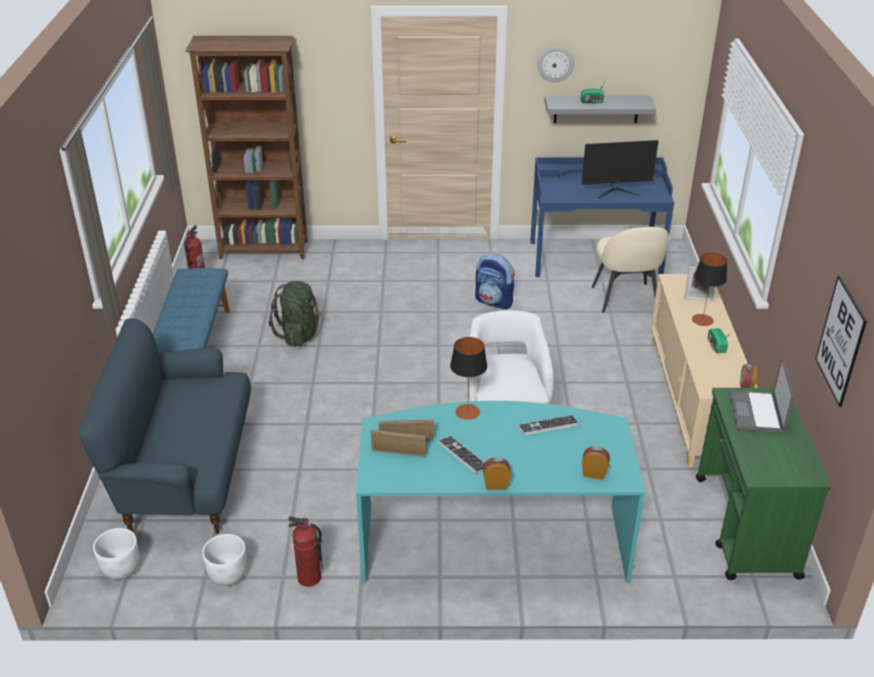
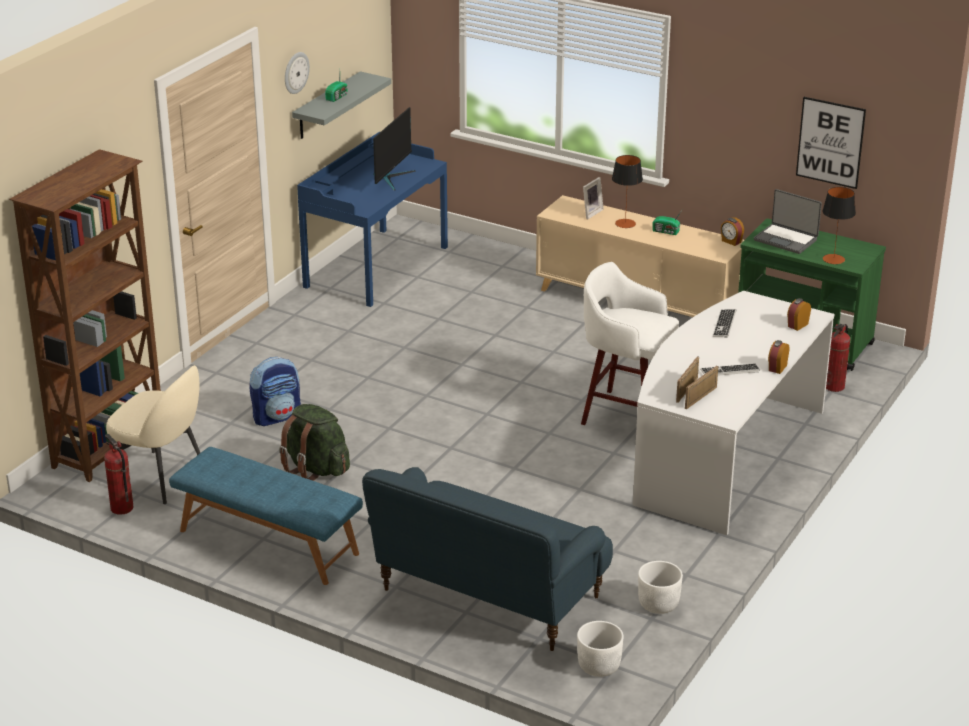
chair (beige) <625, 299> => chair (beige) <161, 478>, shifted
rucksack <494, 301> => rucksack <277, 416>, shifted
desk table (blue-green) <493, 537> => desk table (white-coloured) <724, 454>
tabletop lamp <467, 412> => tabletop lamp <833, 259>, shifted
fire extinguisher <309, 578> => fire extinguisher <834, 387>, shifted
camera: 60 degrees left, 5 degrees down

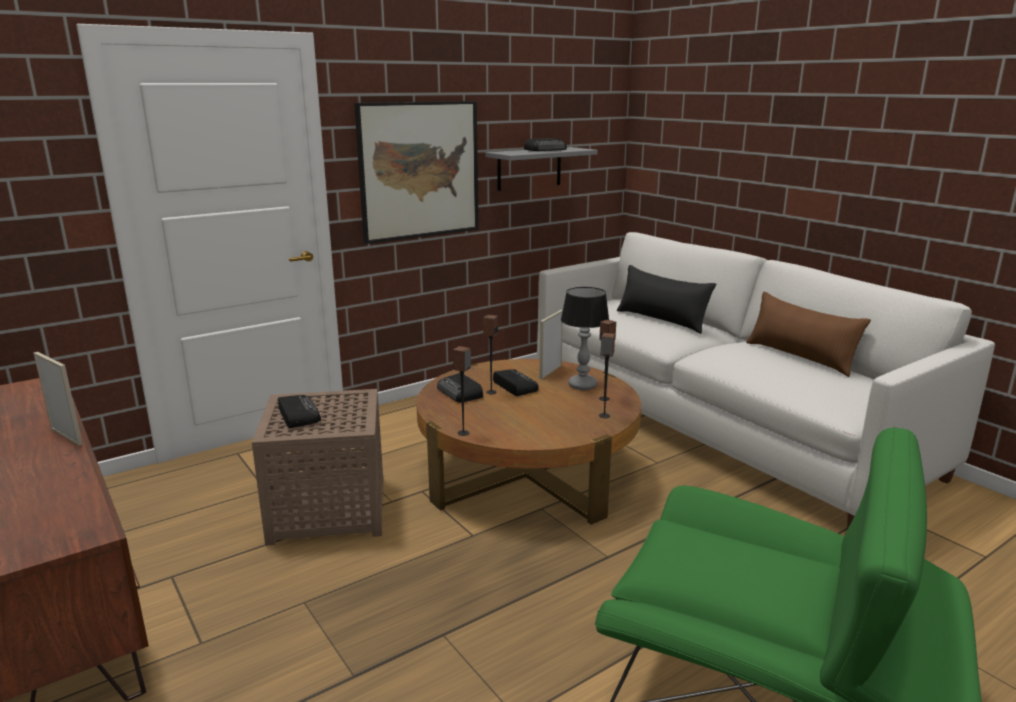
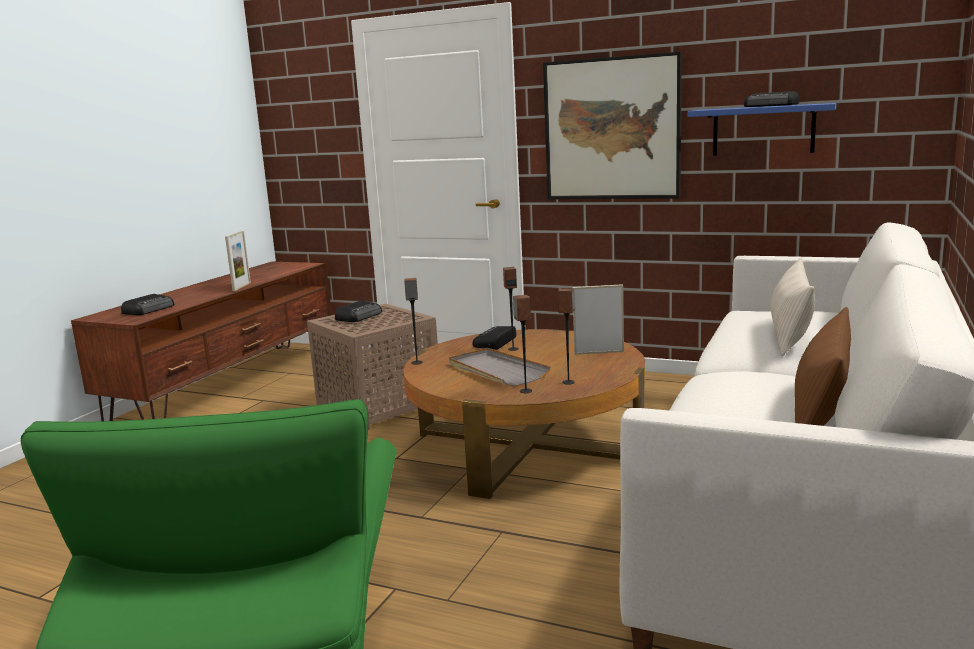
radio set <514, 386> => radio set <149, 309>, shifted
nothing => serving tray (gray) <496, 370>
wall shelf (gray) <529, 168> => wall shelf (blue-coloured) <763, 130>
cushion (black-coloured) <661, 320> => cushion (beige) <790, 335>
tabletop lamp <583, 385> => nothing
camera: 60 degrees right, 5 degrees down

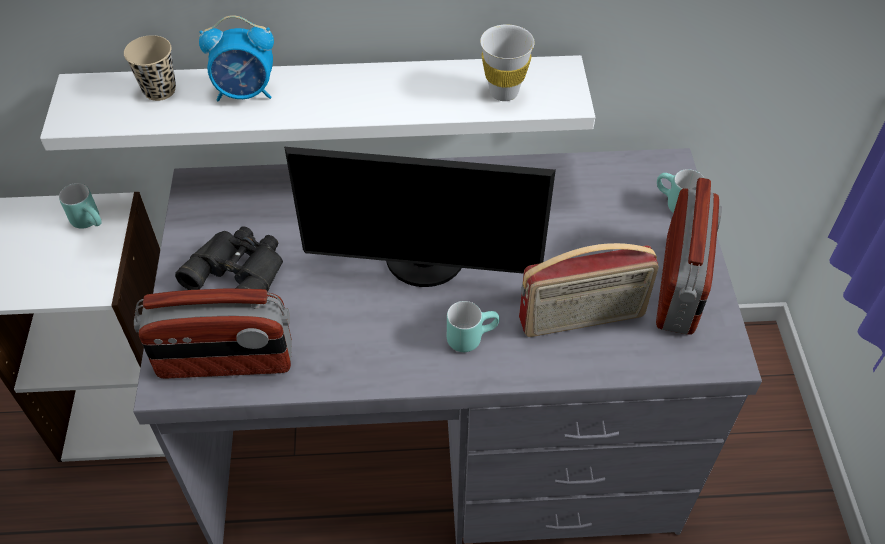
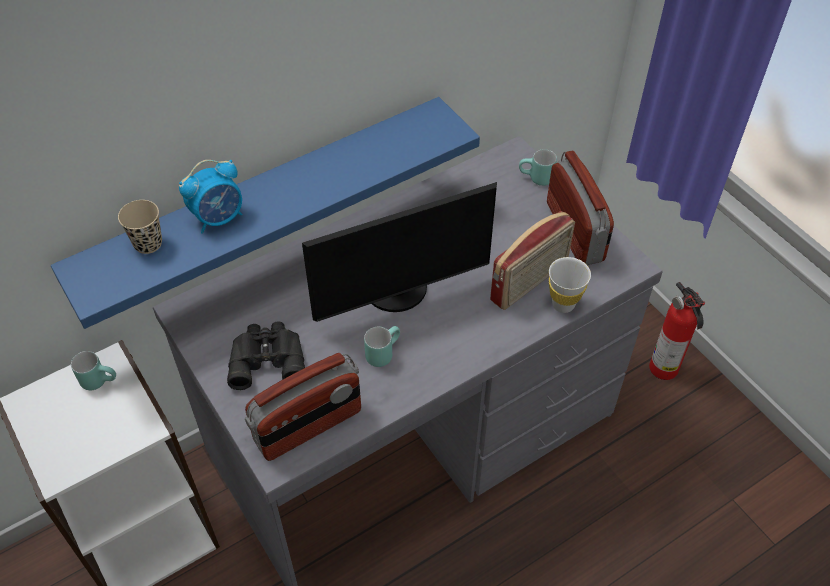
wall shelf (white-coloured) <327, 101> => wall shelf (blue-coloured) <264, 202>
tea mug (blue-green) <471, 336> => tea mug (blue-green) <382, 352>, shifted
small cup (white-coloured) <504, 92> => small cup (white-coloured) <563, 304>, shifted
nothing => fire extinguisher <665, 369>
camera: 30 degrees left, 0 degrees up

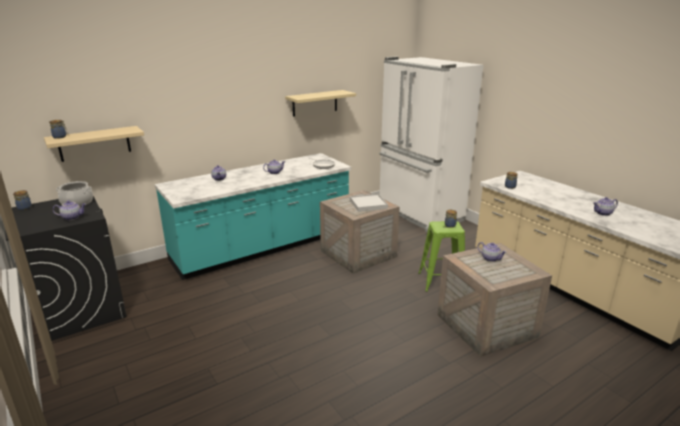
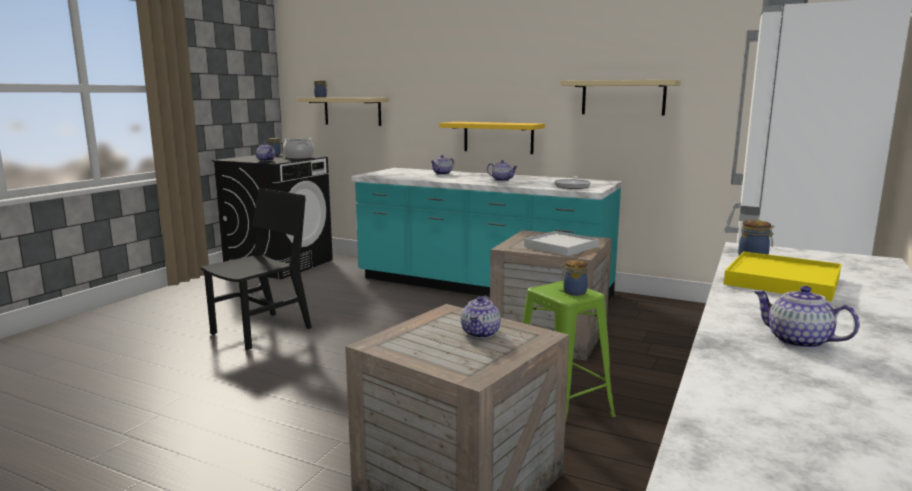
nothing => chair (black-coloured) <262, 330>
nothing => wall shelf (yellowish) <498, 137>
nothing => serving tray (yellowish) <782, 281>
camera: 60 degrees right, 10 degrees down

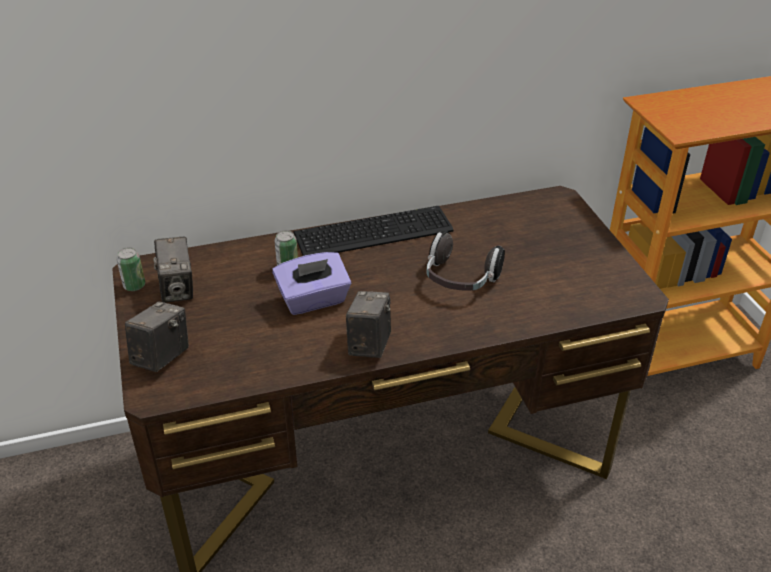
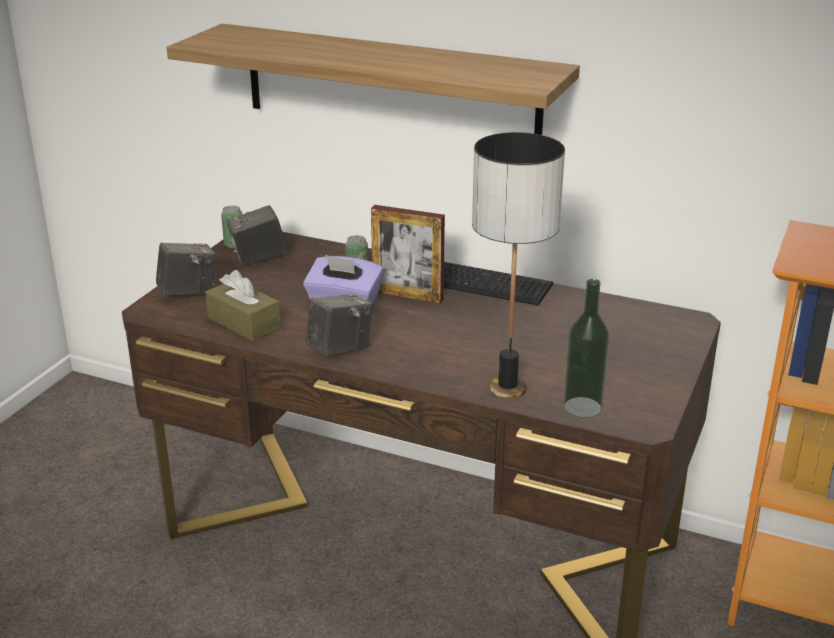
nothing => wall shelf <390, 85>
nothing => tissue box (brown-coloured) <244, 323>
still camera <178, 290> => still camera <259, 258>, 45 degrees clockwise
nothing => photo frame <408, 295>
nothing => tabletop lamp <508, 388>
nothing => beverage bottle <582, 407>
headphones <460, 280> => nothing
camera: 40 degrees right, 10 degrees down

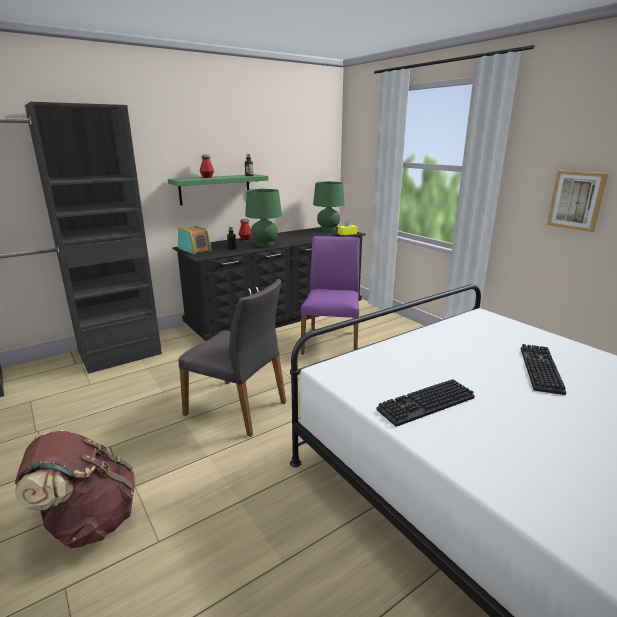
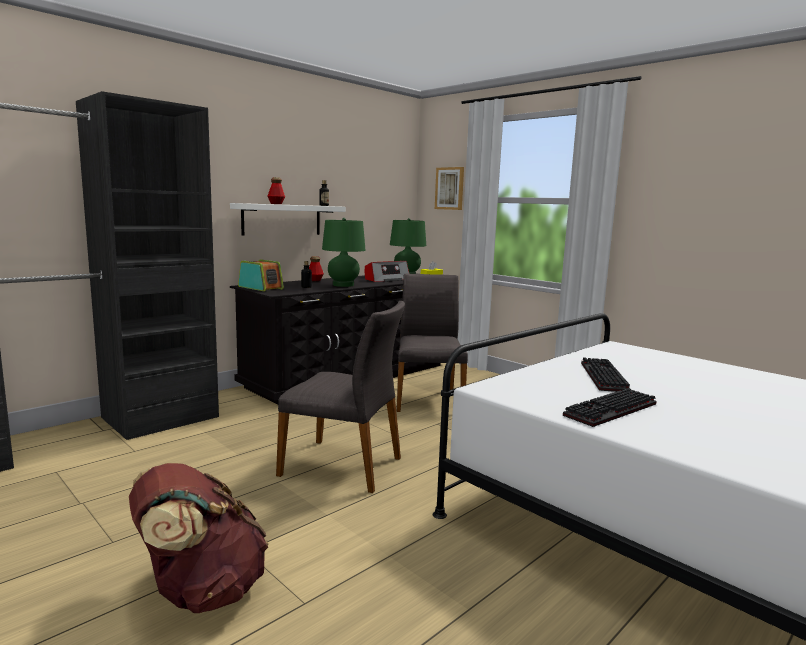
wall shelf (greenish) <215, 189> => wall shelf (white-coloured) <282, 219>
nothing => radio set <386, 279>
chair (purplish) <331, 341> => chair (gray) <428, 399>
picture <576, 200> => picture <450, 188>, shifted
PC keyboard <538, 369> => PC keyboard <601, 376>, shifted
camera: 10 degrees left, 10 degrees down

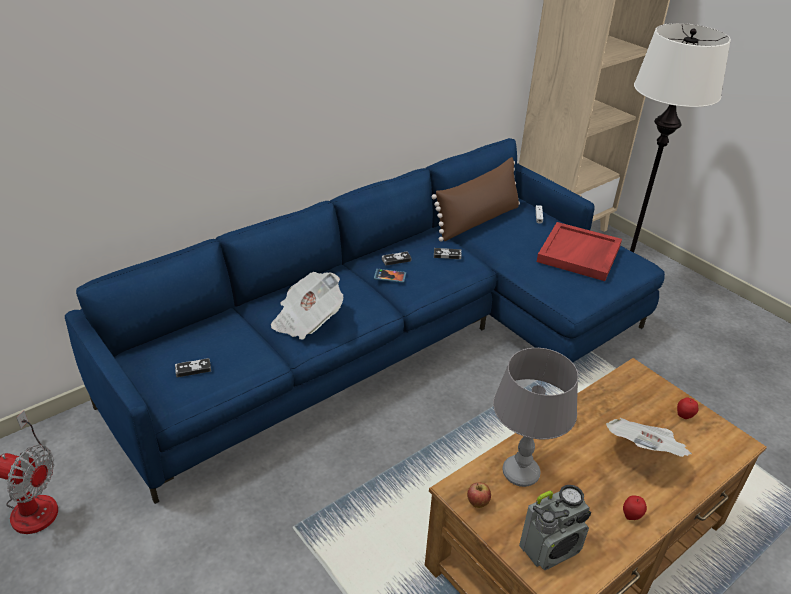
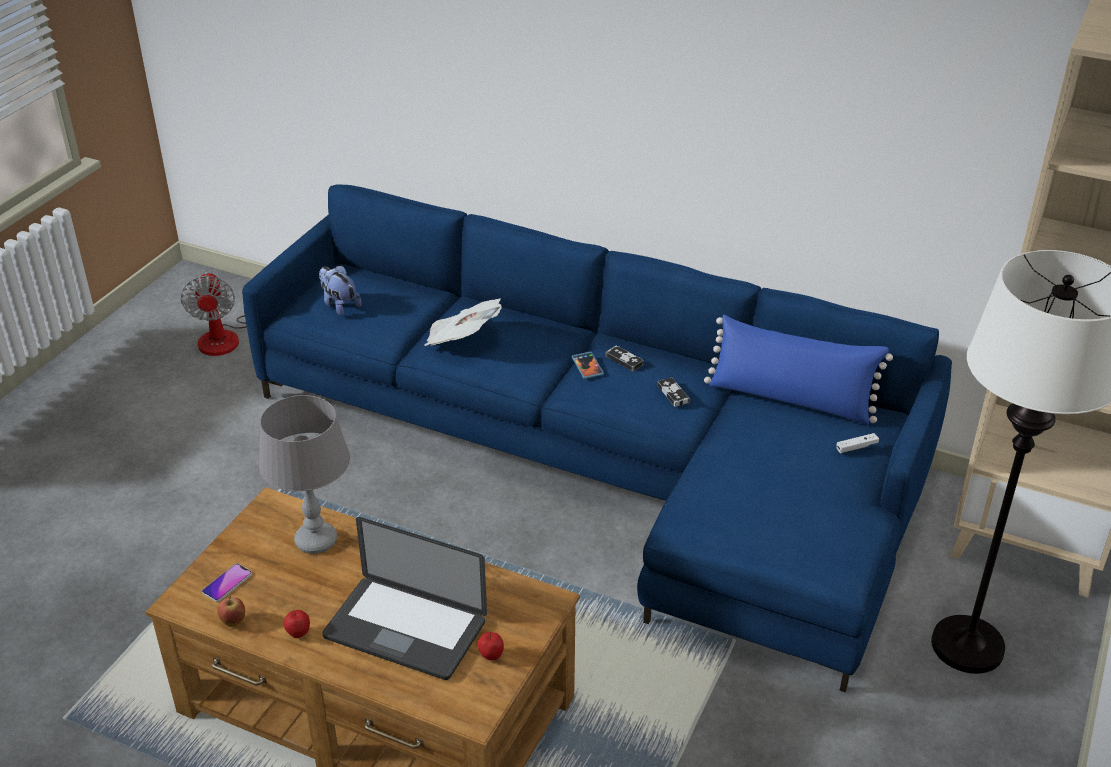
radio set <550, 548> => phone <227, 583>
apple <477, 503> => apple <233, 622>, shifted
game controller <193, 369> => cuddly toy <339, 305>
daily paper <644, 451> => notebook computer <405, 629>
cushion (brown-coloured) <477, 221> => cushion (blue-coloured) <791, 399>
serving tray (red) <579, 254> => nothing
camera: 65 degrees right, 0 degrees up

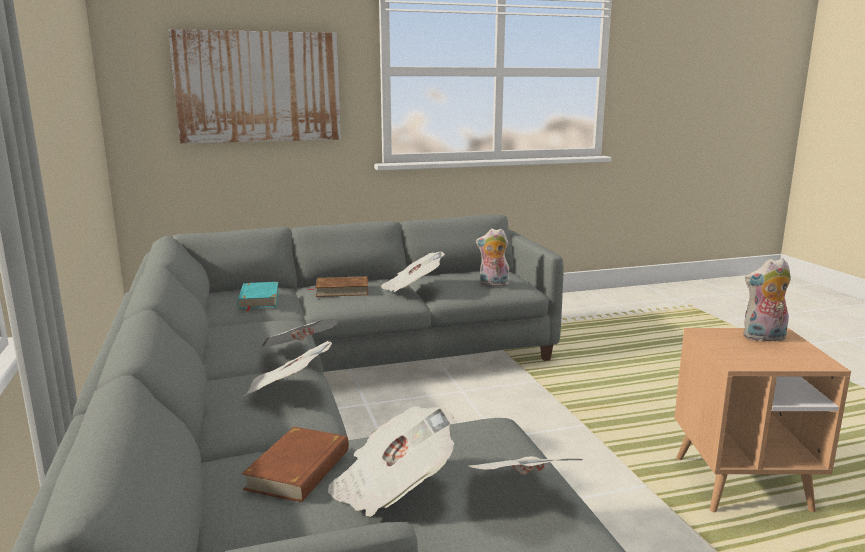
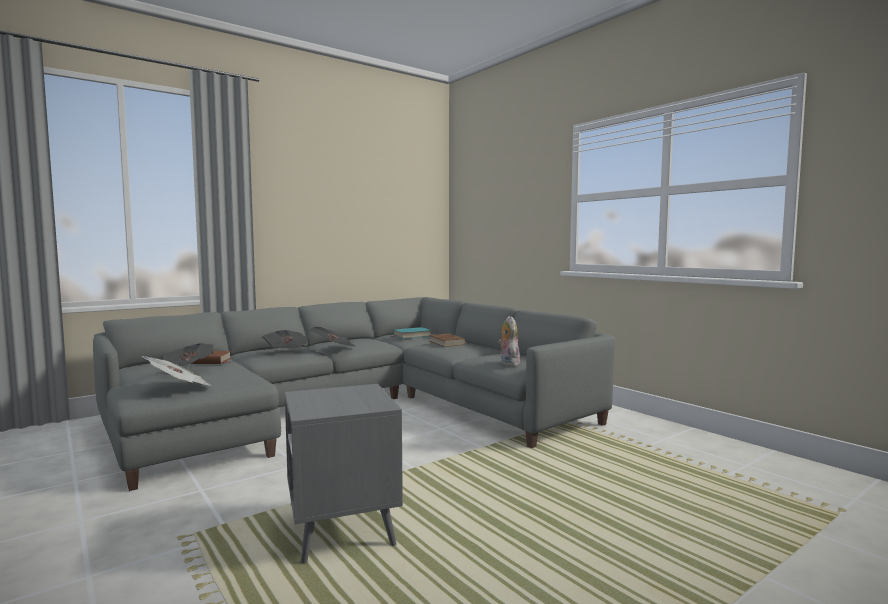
end table (brown-coloured) <741, 484> => end table (gray) <342, 531>
picture <259, 87> => nothing
daily paper <412, 288> => nothing
cuddly toy <763, 338> => nothing
camera: 70 degrees right, 10 degrees down

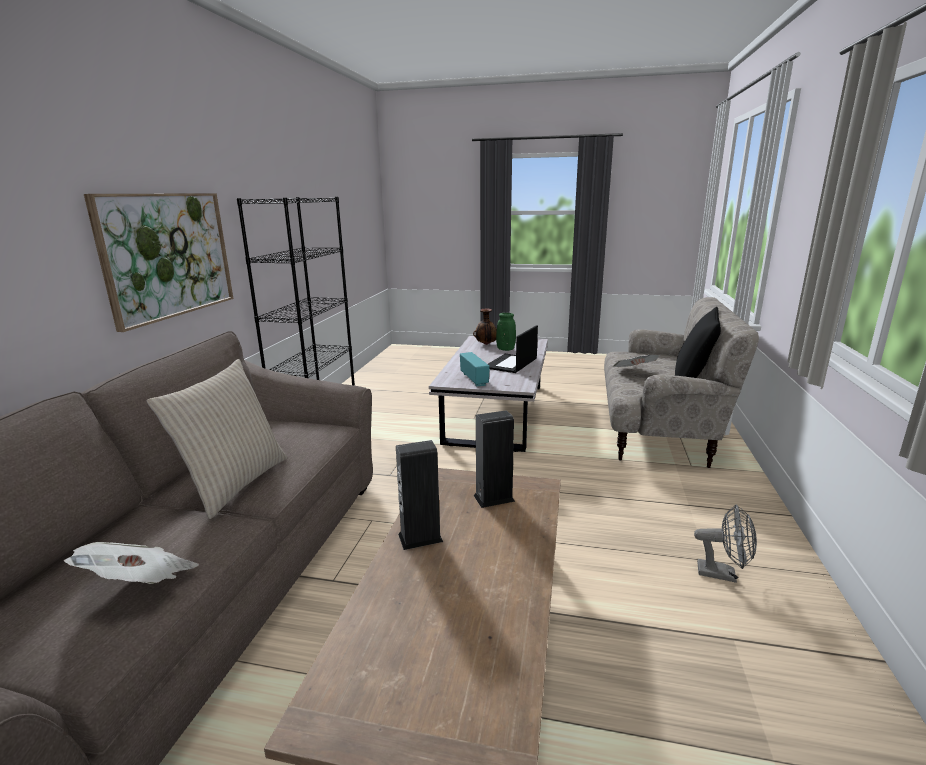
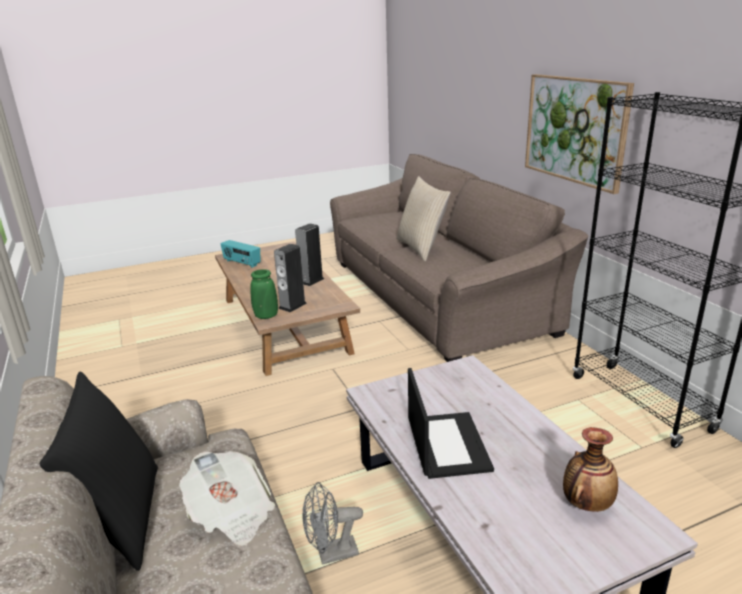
radio set <474, 379> => radio set <242, 263>, shifted
decorative vase (greenish) <505, 349> => decorative vase (greenish) <266, 316>, shifted
cooling fan (gray) <723, 574> => cooling fan (gray) <331, 554>, shifted
daily paper <142, 583> => nothing
camera: 145 degrees right, 5 degrees up

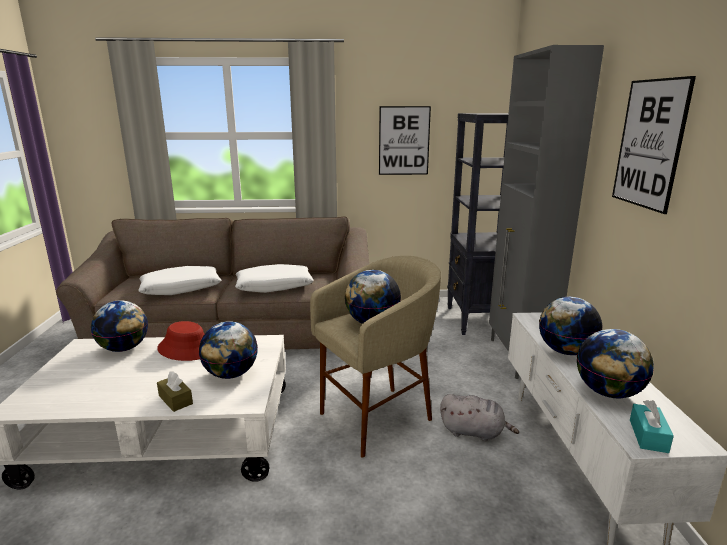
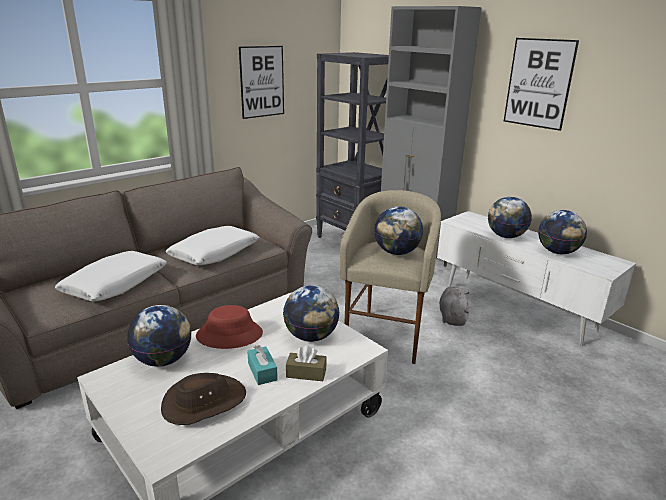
nothing => hat (brown-coloured) <204, 402>
tissue box (blue-green) <648, 436> => tissue box (blue-green) <262, 371>, shifted
cuddly toy (gray) <474, 432> => cuddly toy (gray) <452, 317>, 60 degrees counterclockwise
camera: 40 degrees left, 5 degrees up

